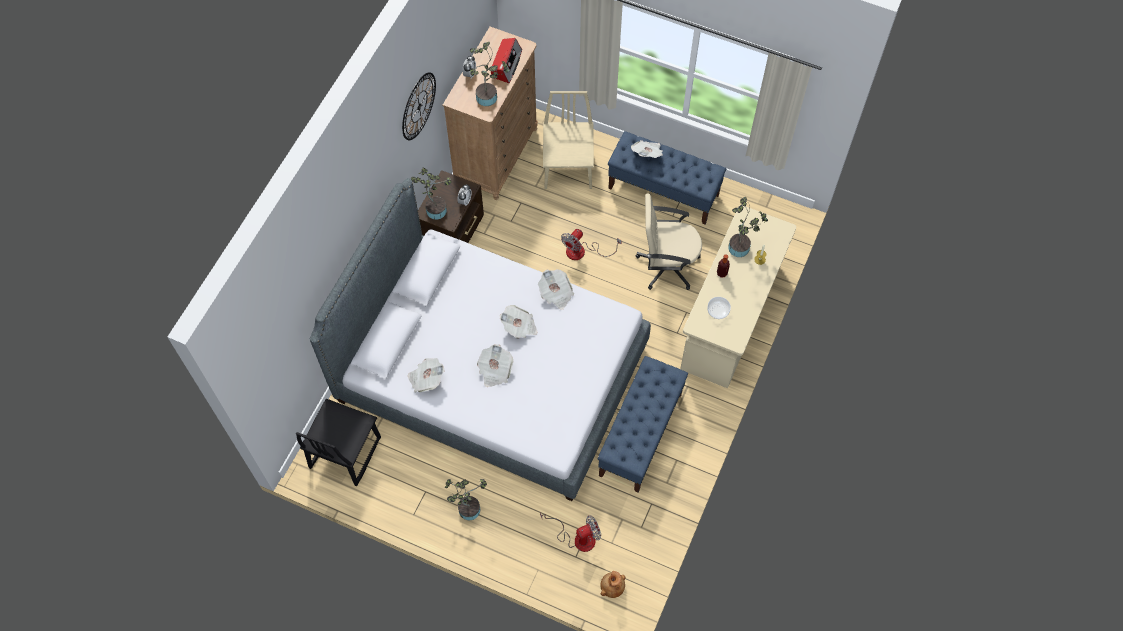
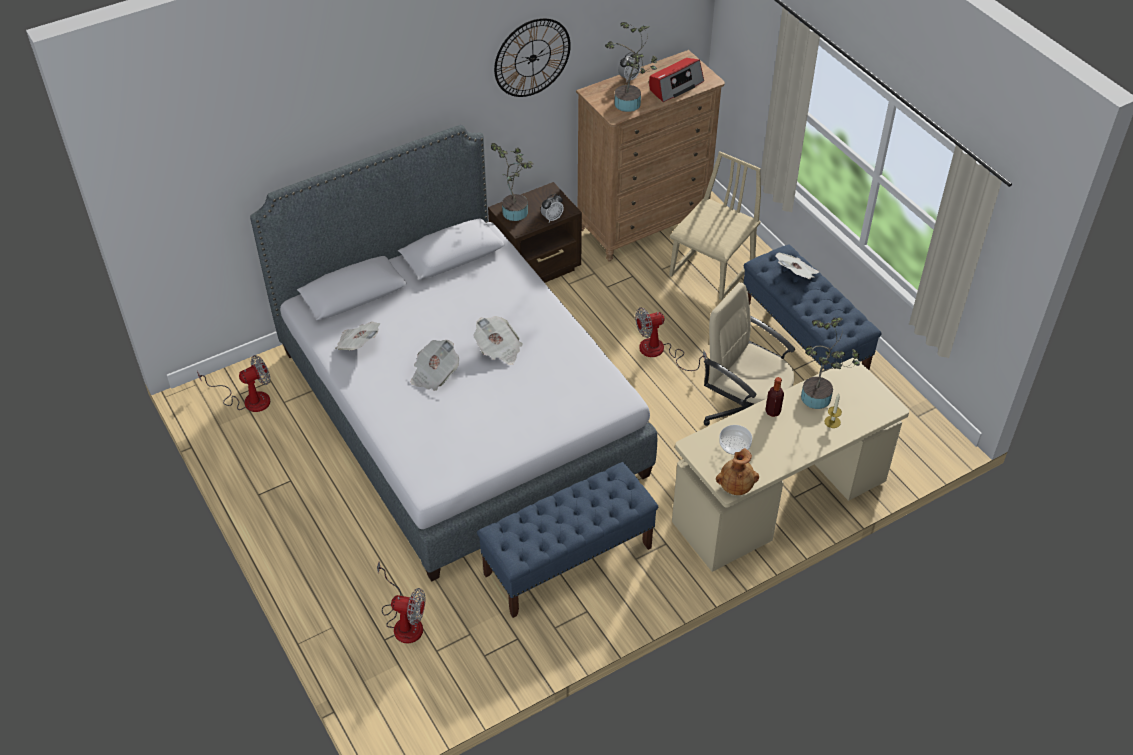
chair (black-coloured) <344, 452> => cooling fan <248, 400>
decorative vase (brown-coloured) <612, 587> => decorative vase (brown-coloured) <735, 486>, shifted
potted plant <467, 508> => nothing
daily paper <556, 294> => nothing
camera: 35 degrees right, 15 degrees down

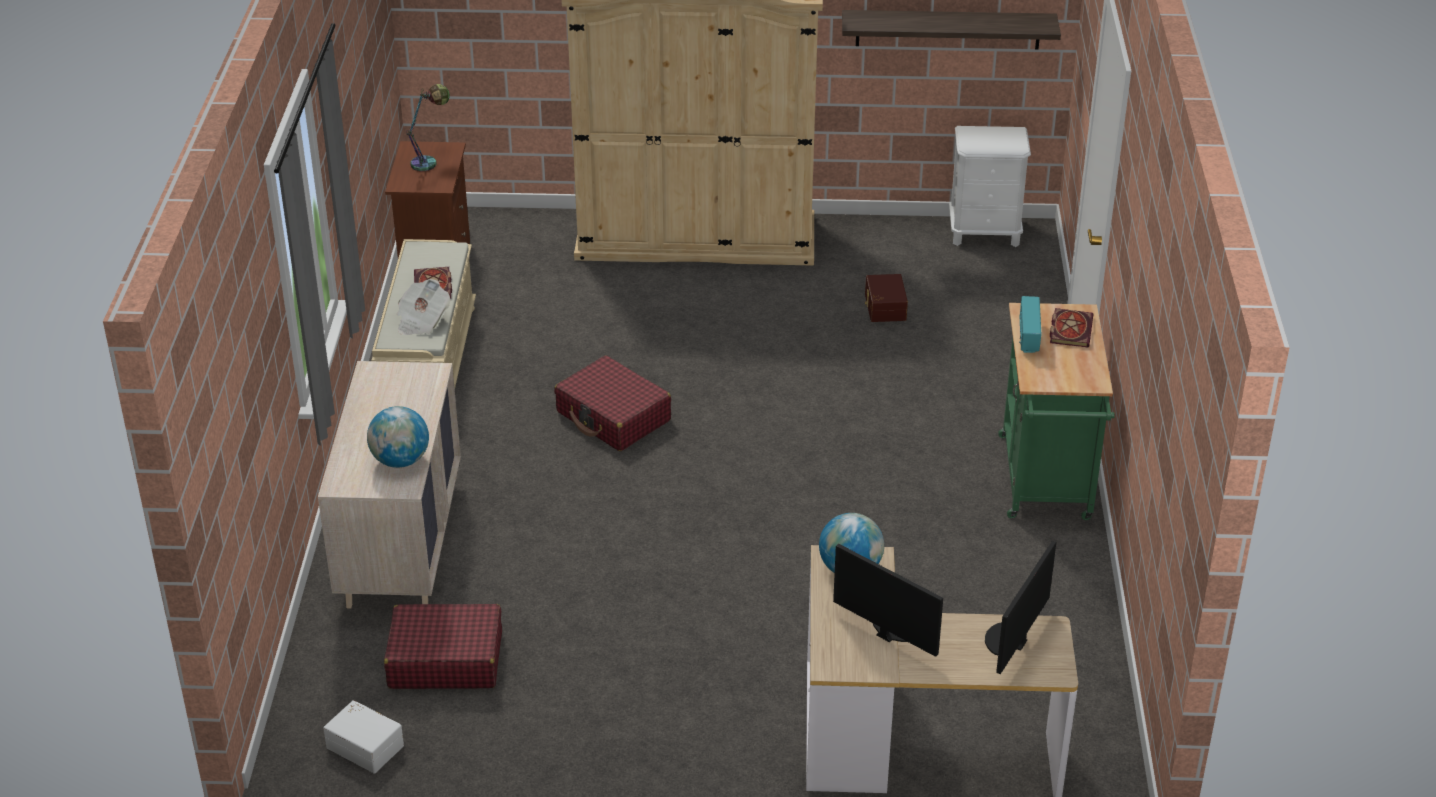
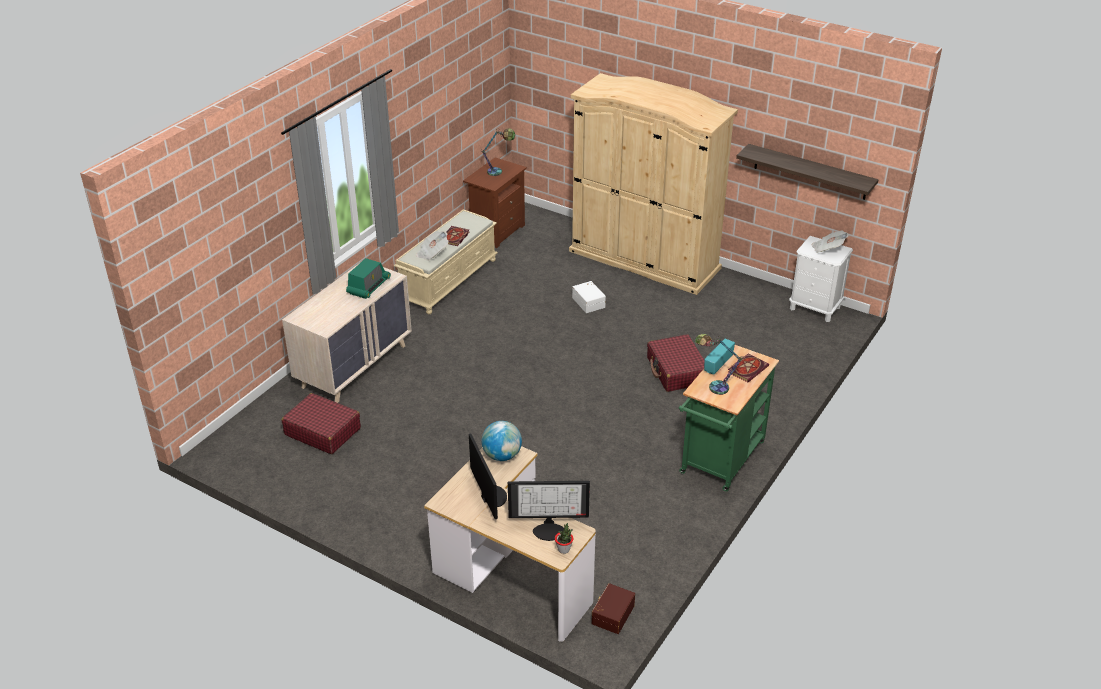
nothing => radio set <368, 286>
computer display <1009, 641> => computer display <549, 529>, 150 degrees counterclockwise
nothing => potted plant <564, 549>
storage box (white-coloured) <366, 745> => storage box (white-coloured) <589, 302>, shifted
storage box (brown-coloured) <884, 307> => storage box (brown-coloured) <612, 614>, shifted
travel case (red) <613, 417> => travel case (red) <676, 371>, shifted
nothing => tabletop lamp <713, 386>
nothing => daily paper <827, 249>
globe <400, 460> => nothing
camera: 30 degrees right, 0 degrees up

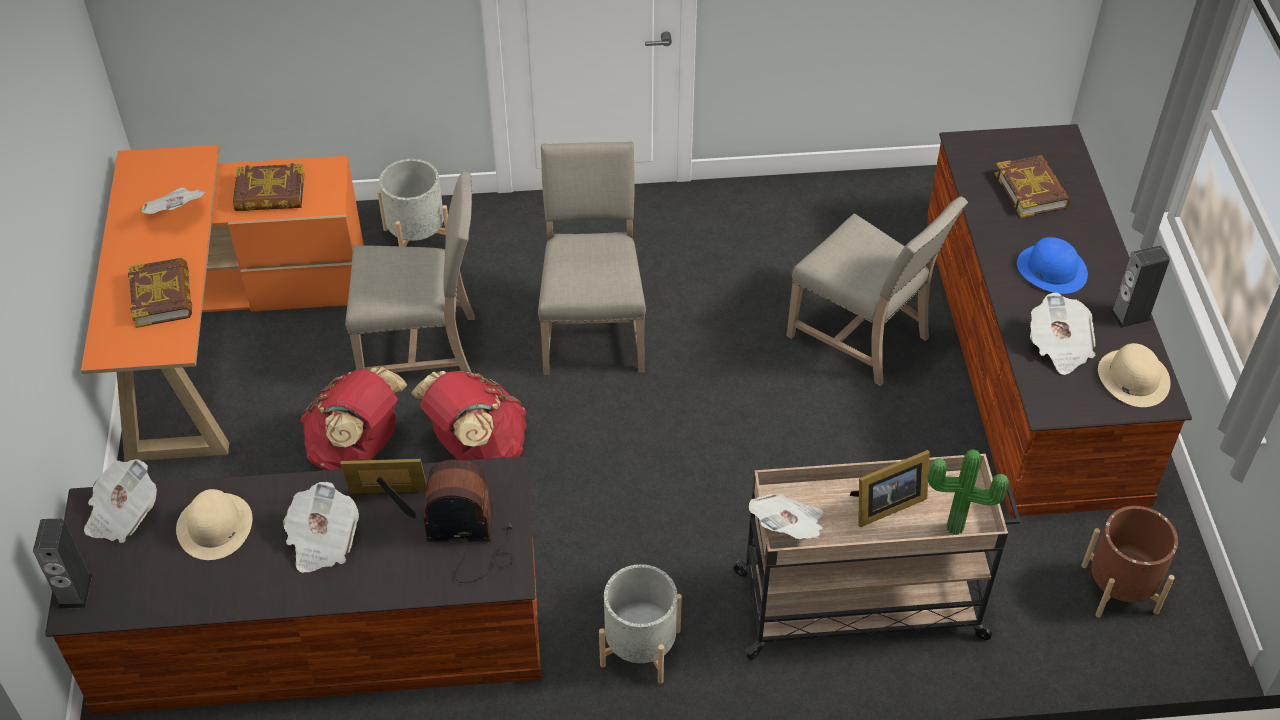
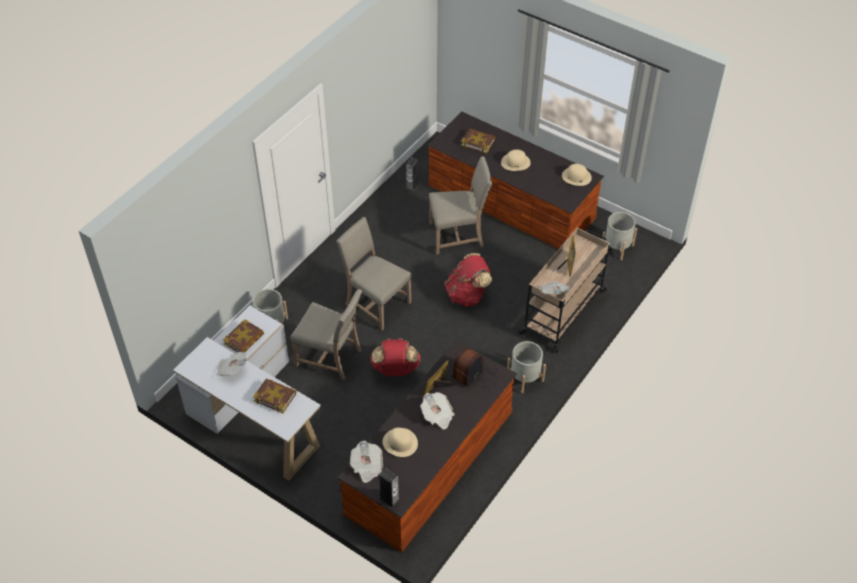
desk table (orange) <222, 333> => desk table (white-coloured) <254, 414>
chair (beige) <423, 348> => chair (beige) <331, 357>, 75 degrees clockwise
speaker <1130, 316> => speaker <412, 186>, shifted
rucksack (red) <358, 448> => rucksack (red) <467, 295>, shifted
hat (blue-coloured) <1052, 269> => hat (beige) <515, 162>
planter (brown-coloured) <1119, 588> => planter (gray) <617, 247>
potted plant <955, 530> => nothing
daily paper <1059, 347> => nothing
camera: 50 degrees left, 0 degrees up

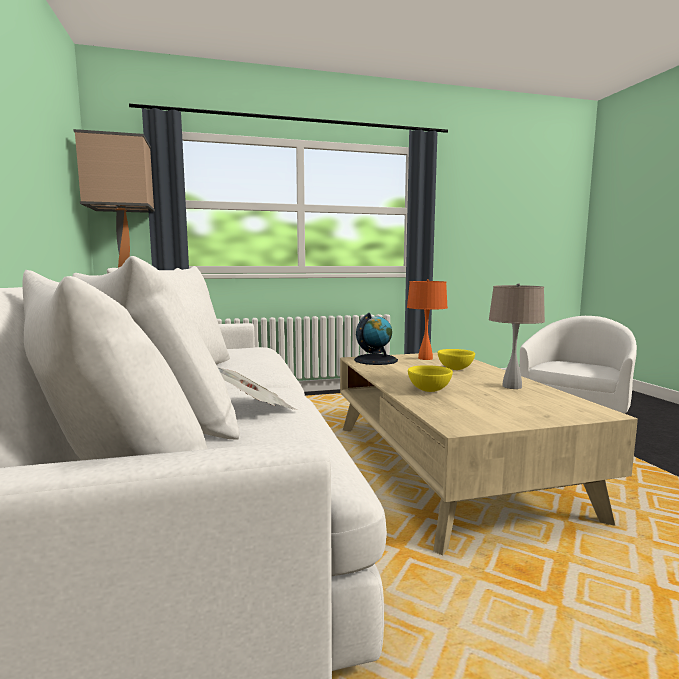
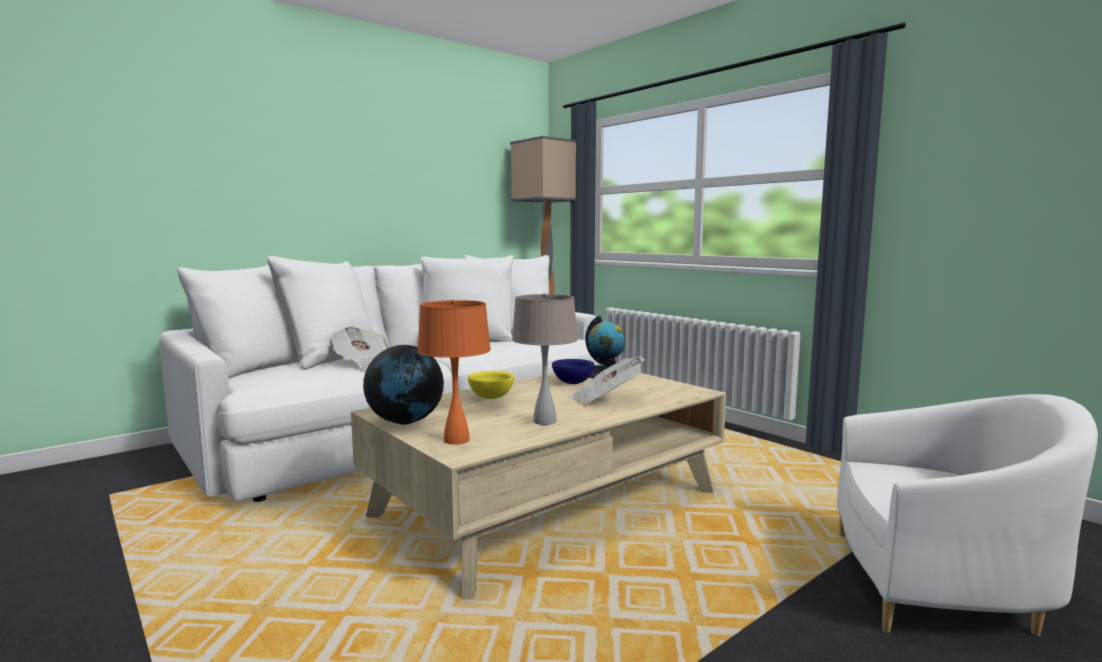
nothing => globe <406, 422>
tabletop lamp (orange) <425, 358> => tabletop lamp (orange) <456, 440>, shifted
nothing => deep dish (blue-coloured) <572, 383>
deep dish (yellowish) <455, 369> => daily paper <605, 399>
camera: 65 degrees right, 0 degrees up

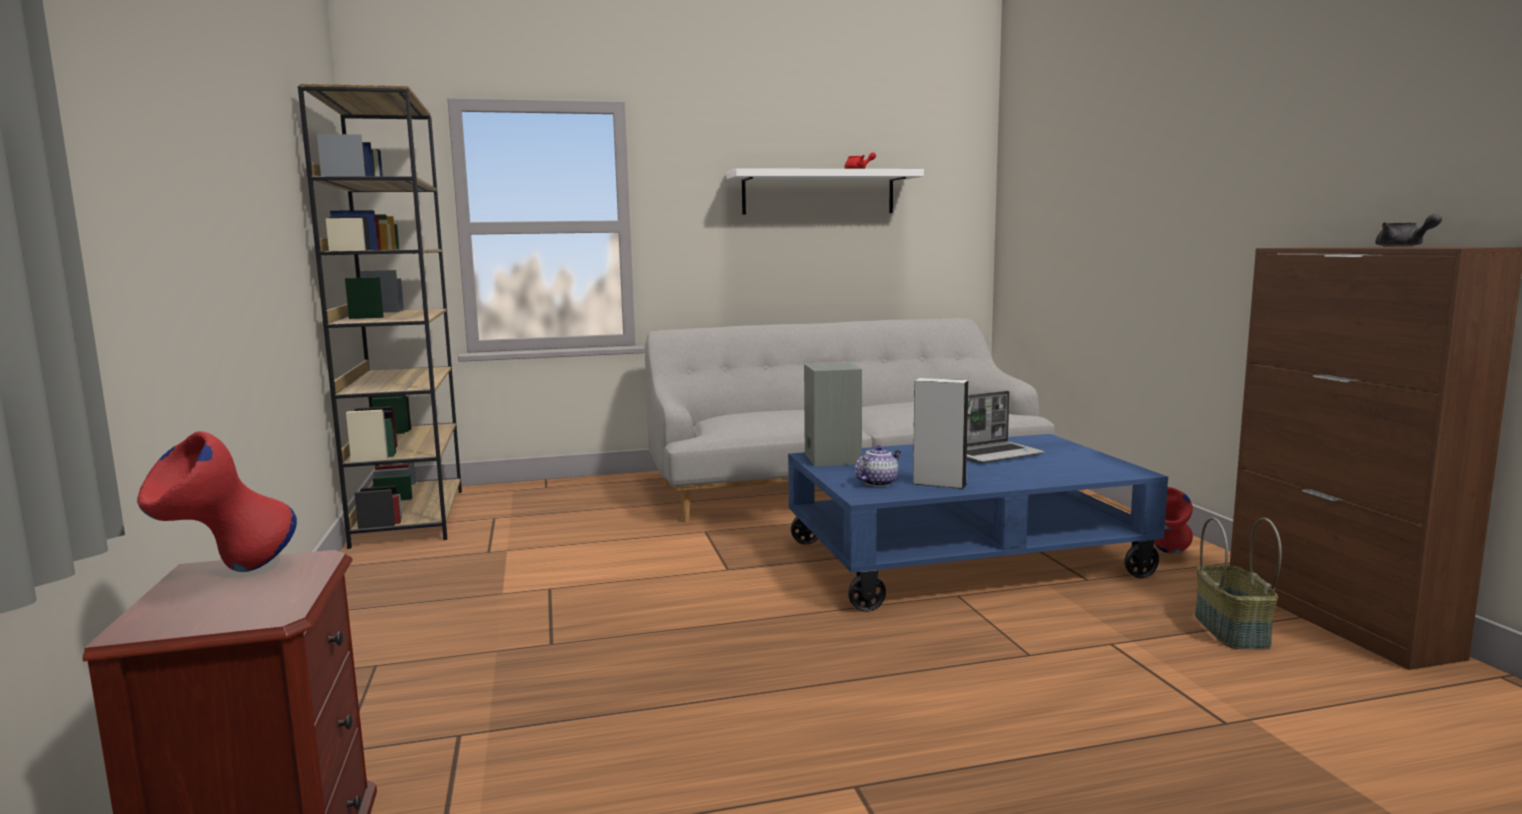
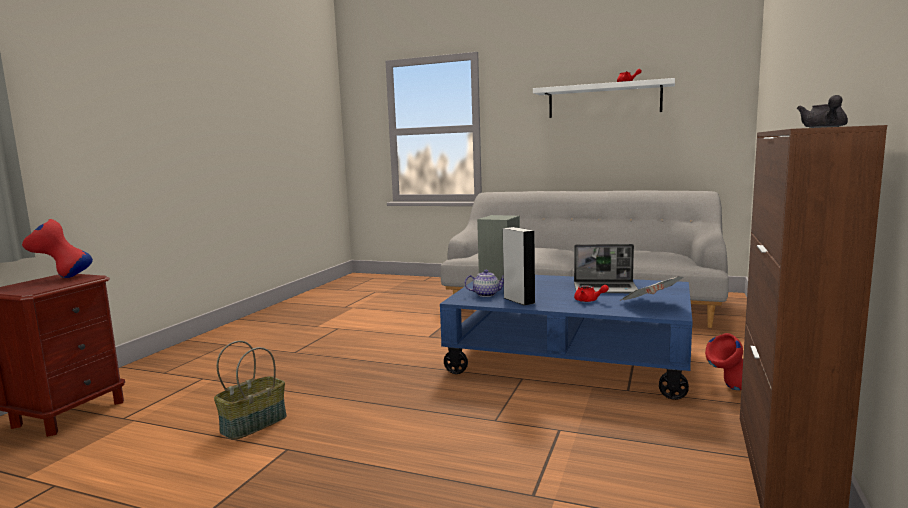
household basket <1229, 630> => household basket <254, 423>, shifted
nothing => tea pot (red) <589, 300>
nothing => daily paper <650, 305>
shelving unit (brown-coloured) <409, 517> => nothing
camera: 35 degrees right, 0 degrees up

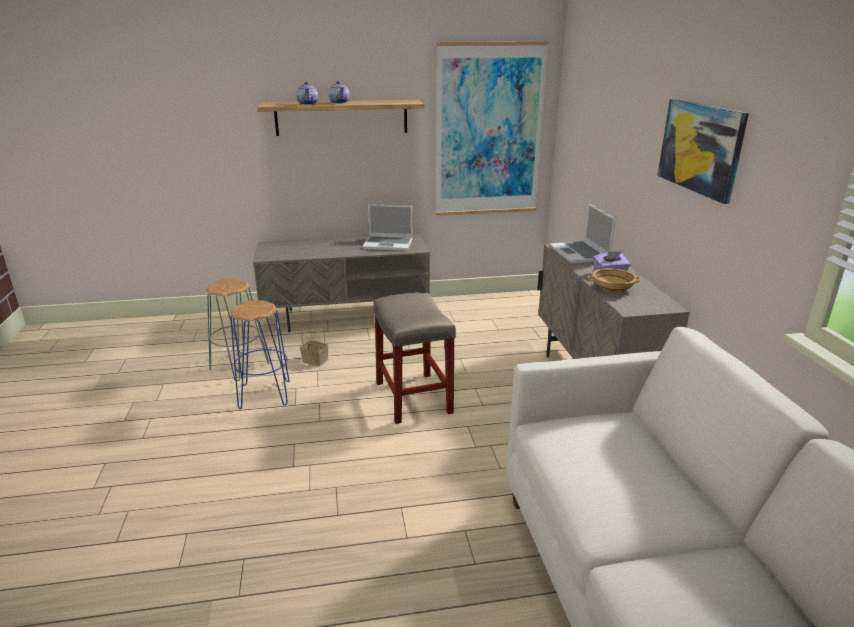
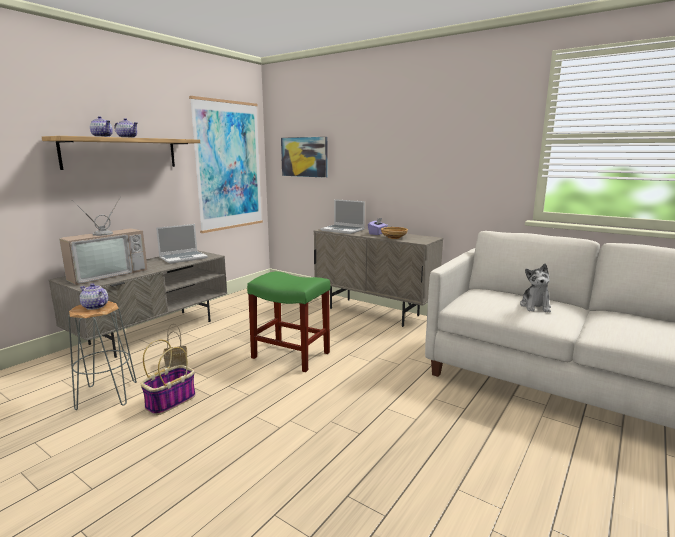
nothing => television <107, 274>
nothing => tea pot <95, 307>
sitting stool (blue-coloured) <265, 394> => household basket <171, 401>
sitting stool (beige) <414, 398> => sitting stool (greenish) <292, 355>
picture <700, 148> => picture <304, 157>, shifted
nothing => cuddly toy <535, 306>
camera: 45 degrees left, 10 degrees down

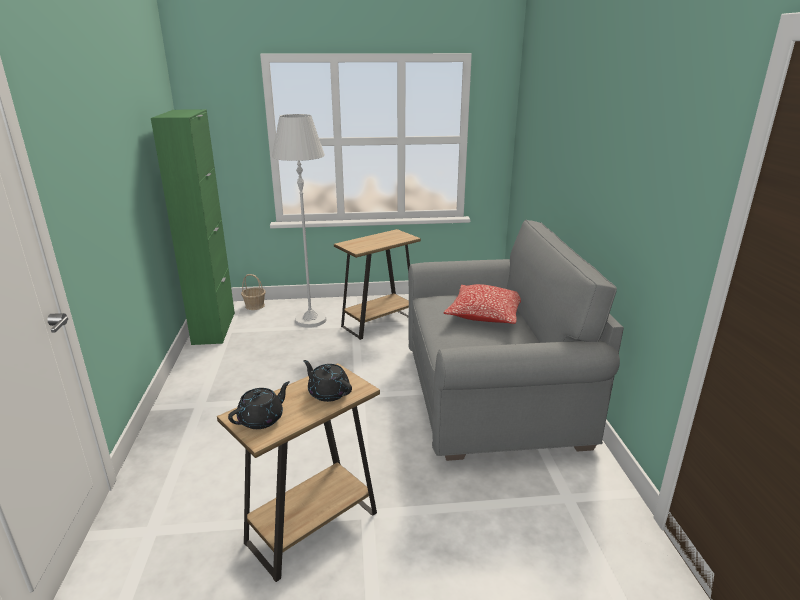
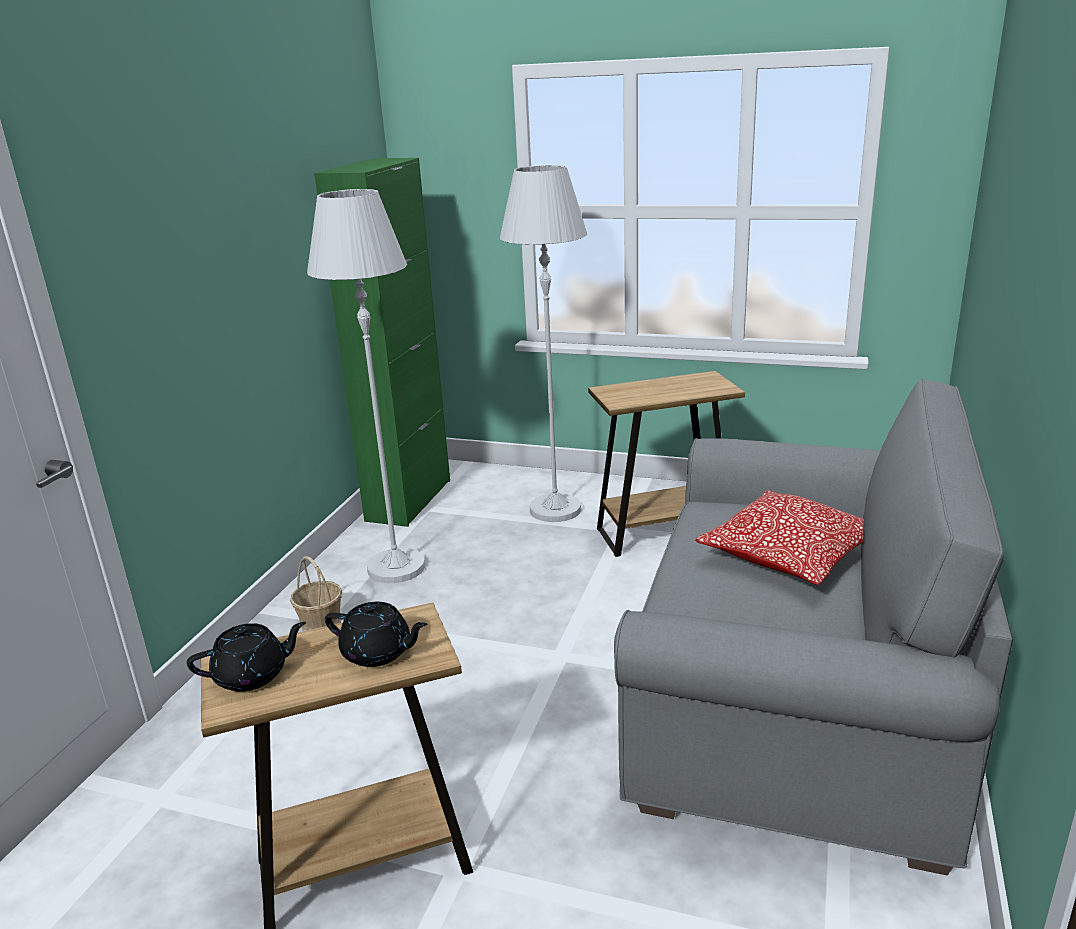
household basket <255, 306> => household basket <321, 622>, shifted
nothing => standing lamp (white-coloured) <396, 567>
tea pot (black-coloured) <328, 393> => tea pot (black-coloured) <378, 652>, 135 degrees clockwise
camera: 25 degrees right, 0 degrees up

